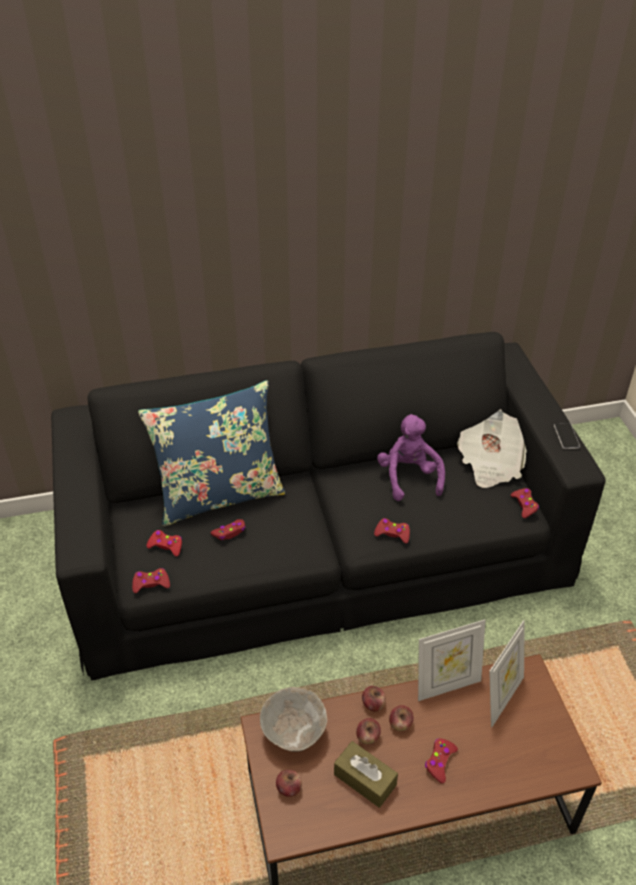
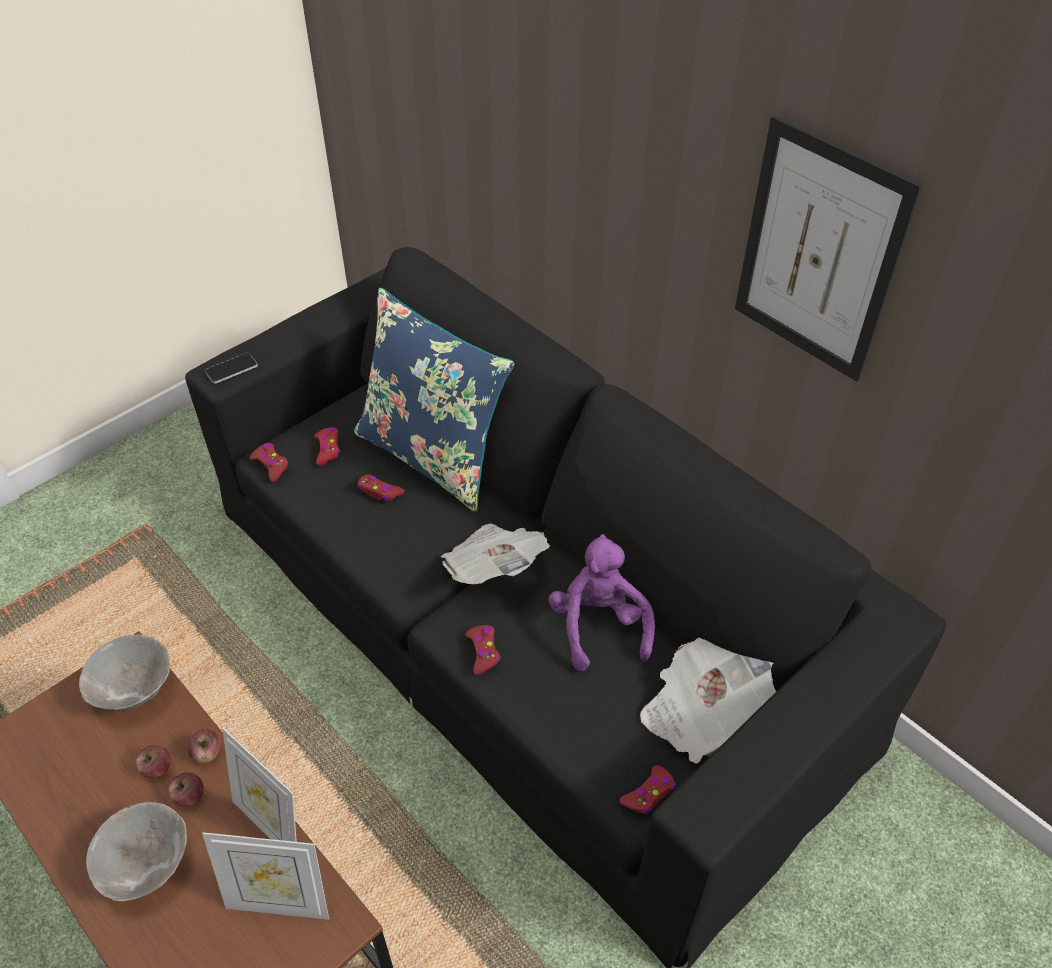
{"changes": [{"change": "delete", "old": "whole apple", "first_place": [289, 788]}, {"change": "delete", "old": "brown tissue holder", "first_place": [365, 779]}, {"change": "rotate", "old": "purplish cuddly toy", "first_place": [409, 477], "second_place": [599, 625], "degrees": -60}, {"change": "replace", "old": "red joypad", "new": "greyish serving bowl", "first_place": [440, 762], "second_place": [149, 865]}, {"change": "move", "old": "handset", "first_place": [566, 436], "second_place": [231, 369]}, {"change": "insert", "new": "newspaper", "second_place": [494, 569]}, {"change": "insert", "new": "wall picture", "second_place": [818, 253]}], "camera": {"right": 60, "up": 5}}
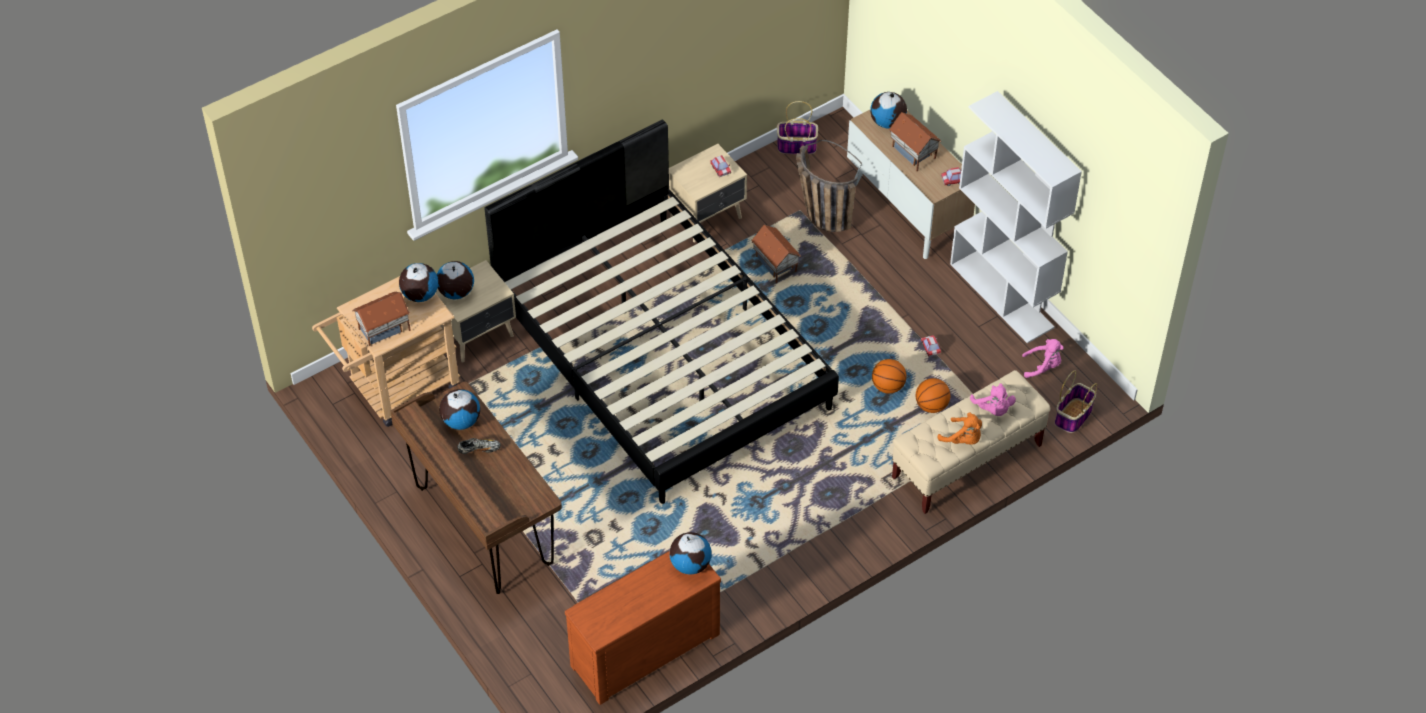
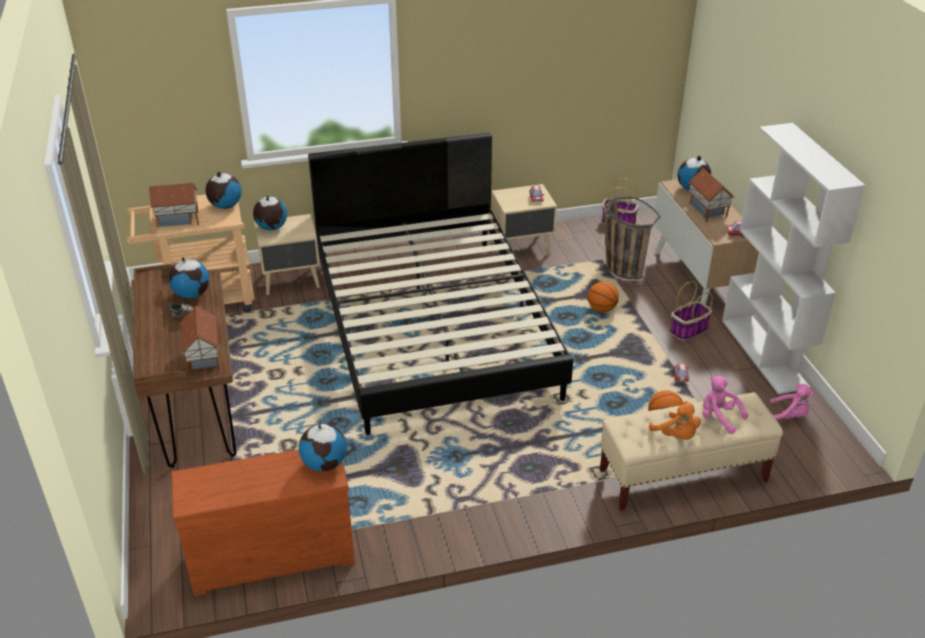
{"changes": [{"change": "move", "old": "toy house", "first_place": [774, 265], "second_place": [203, 358]}, {"change": "move", "old": "basketball", "first_place": [888, 386], "second_place": [601, 309]}, {"change": "rotate", "old": "pink-coloured cuddly toy", "first_place": [993, 409], "second_place": [719, 418], "degrees": 135}, {"change": "move", "old": "basket", "first_place": [1073, 416], "second_place": [688, 330]}], "camera": {"right": 20, "up": -15}}
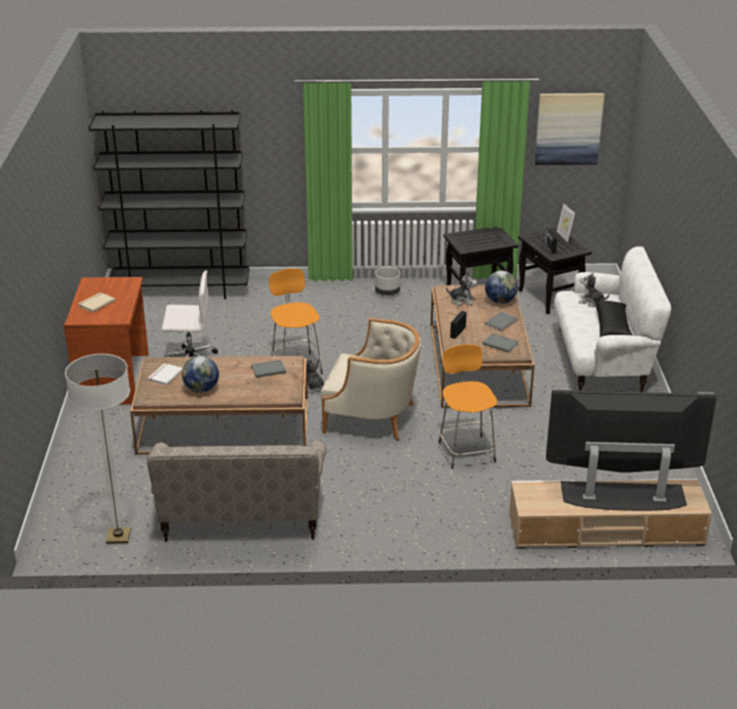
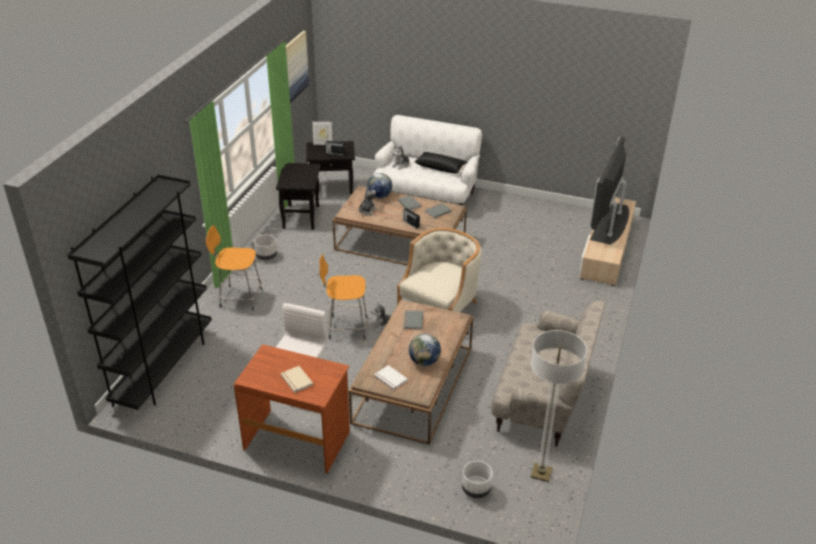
{"changes": [{"change": "move", "old": "orangey stool seat", "first_place": [466, 451], "second_place": [239, 298]}, {"change": "insert", "new": "white-coloured planter", "second_place": [476, 489]}], "camera": {"right": -70, "up": 5}}
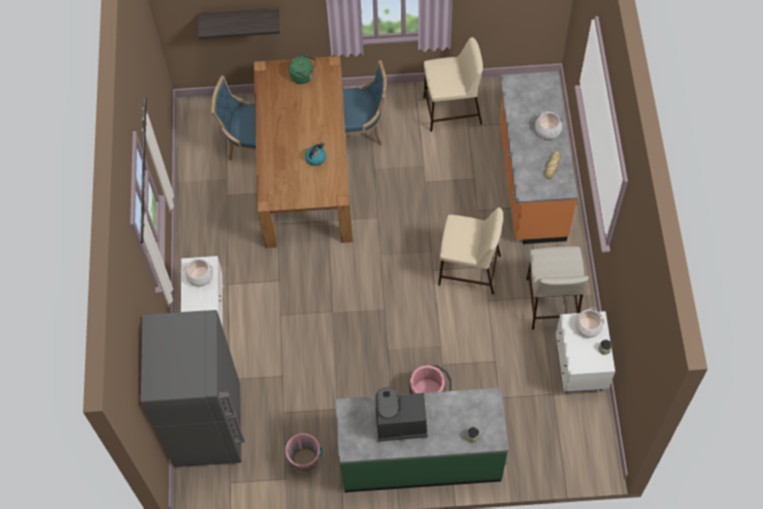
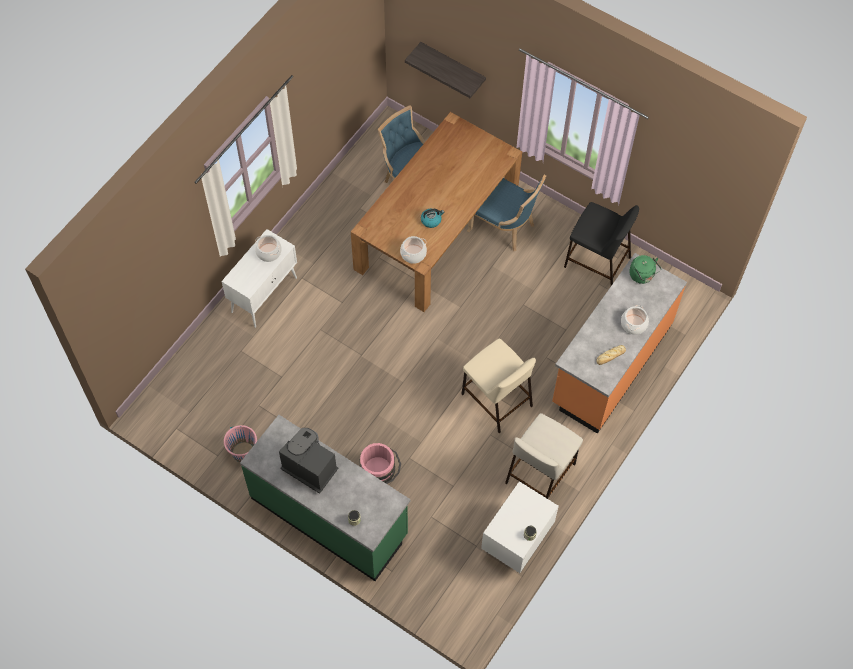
{"changes": [{"change": "delete", "old": "greyish fridge", "first_place": [209, 427]}, {"change": "move", "old": "green-coloured water kettle", "first_place": [303, 76], "second_place": [642, 276]}, {"change": "recolor", "old": "sand-coloured stool seat", "new": "blackish stool seat", "first_place": [451, 111], "second_place": [596, 262]}, {"change": "move", "old": "saucepot", "first_place": [588, 327], "second_place": [413, 254]}], "camera": {"right": 35, "up": 0}}
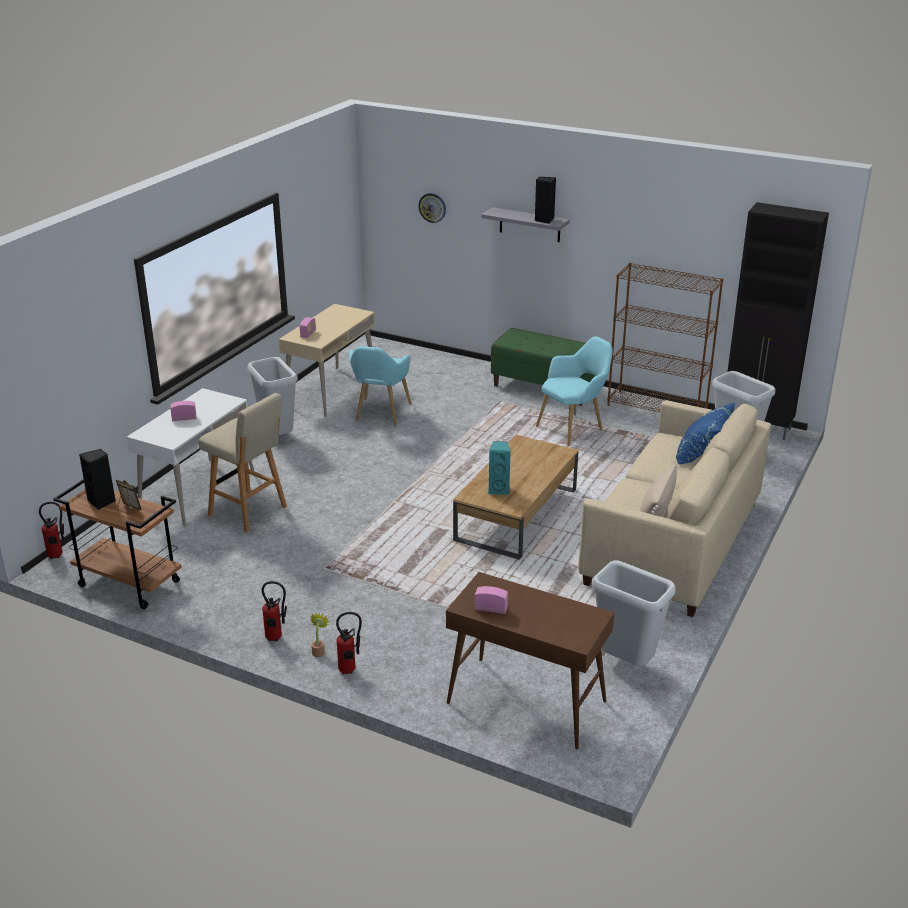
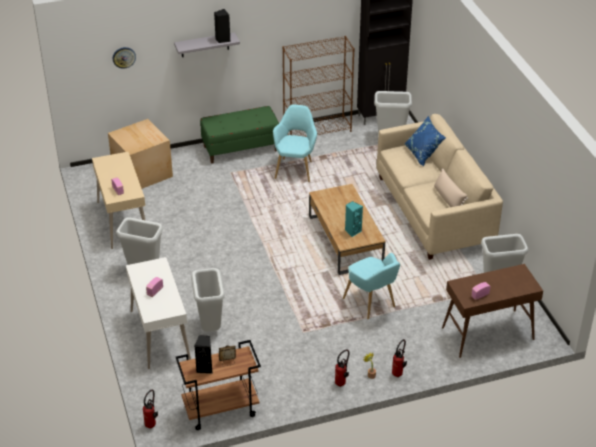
{"changes": [{"change": "replace", "old": "sand-coloured stool seat", "new": "greyish trash can", "first_place": [249, 512], "second_place": [211, 327]}, {"change": "move", "old": "turquoise-coloured easy chair", "first_place": [380, 414], "second_place": [372, 304]}, {"change": "insert", "new": "carton", "second_place": [142, 172]}], "camera": {"right": -45, "up": 10}}
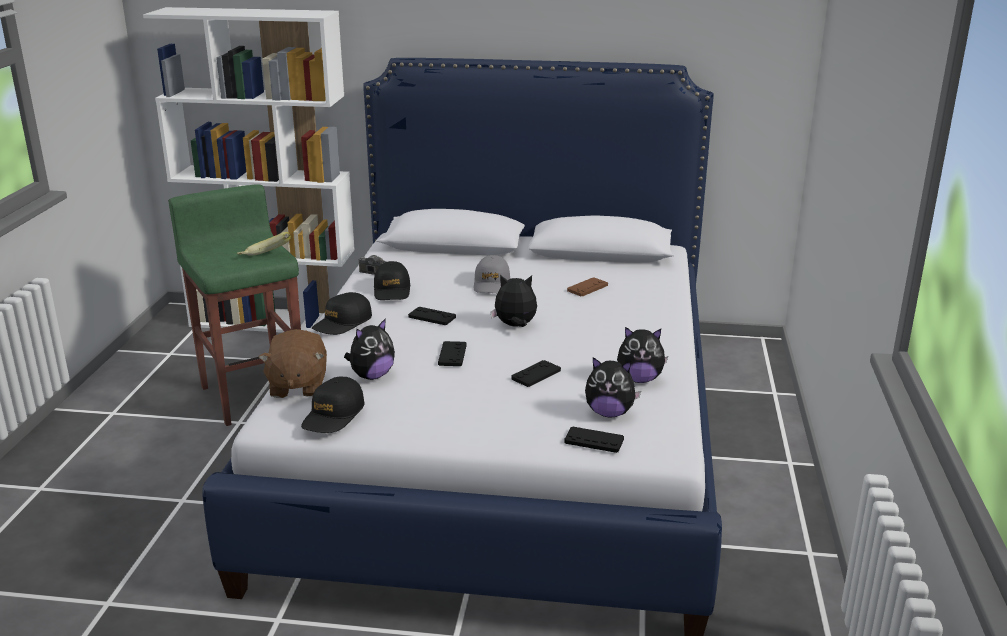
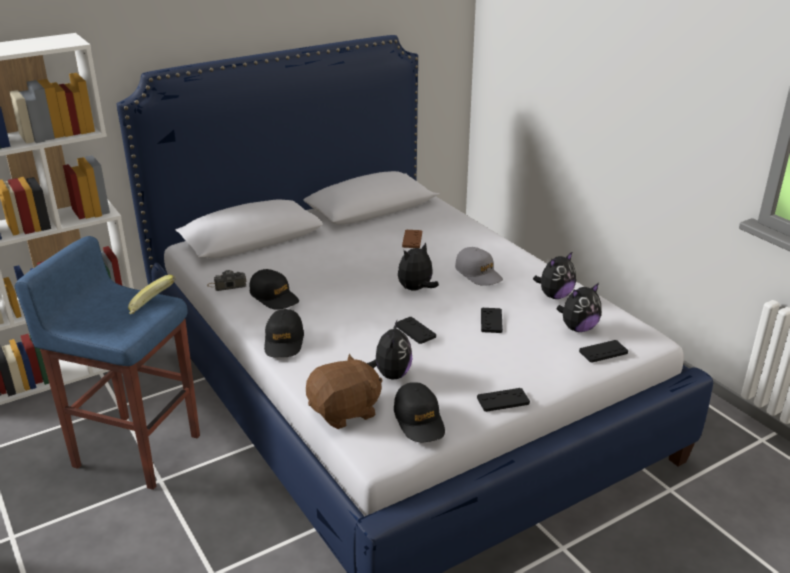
{"changes": [{"change": "recolor", "old": "green-coloured stool seat", "new": "blue stool seat", "first_place": [254, 394], "second_place": [136, 449]}, {"change": "rotate", "old": "brown cuddly toy", "first_place": [297, 386], "second_place": [345, 411], "degrees": -75}, {"change": "move", "old": "blackish joypad", "first_place": [432, 317], "second_place": [503, 401]}, {"change": "move", "old": "greyish peaked cap", "first_place": [492, 284], "second_place": [478, 274]}], "camera": {"right": -40, "up": 5}}
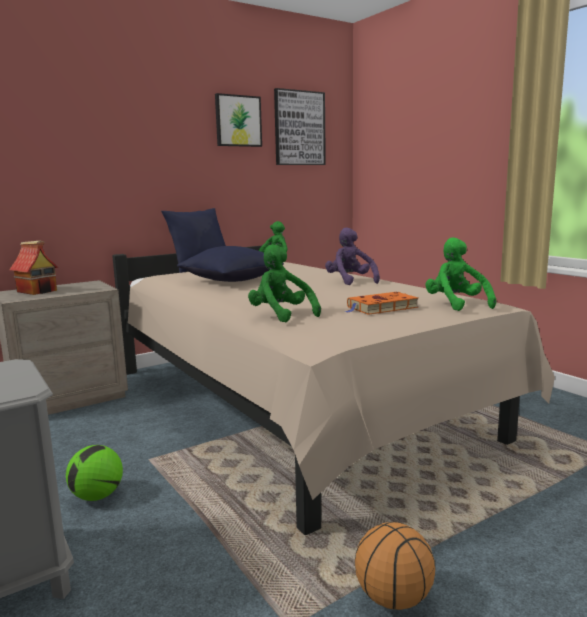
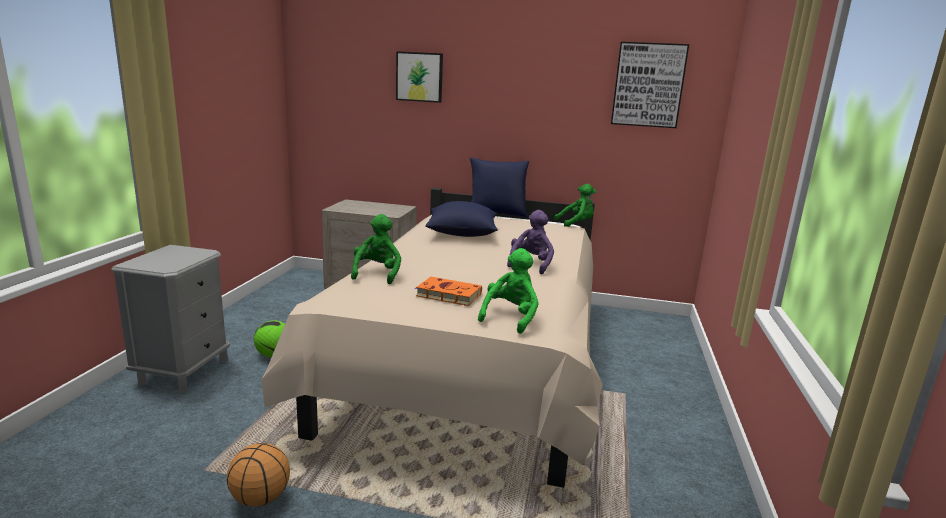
{"changes": [{"change": "delete", "old": "toy house", "first_place": [38, 291]}, {"change": "move", "old": "wall picture", "first_place": [238, 121], "second_place": [419, 77]}], "camera": {"right": 45, "up": 5}}
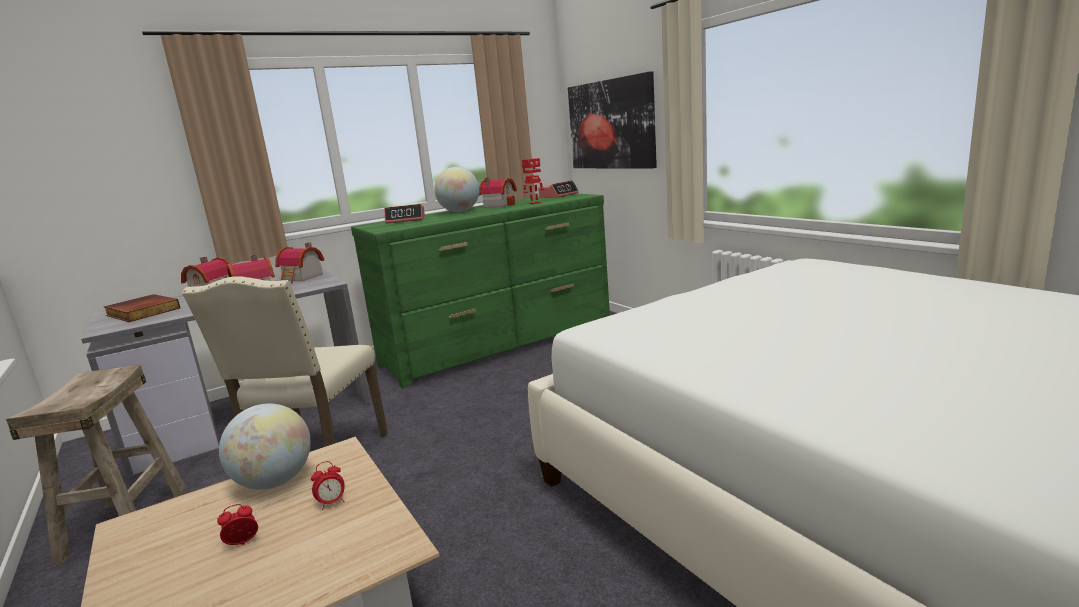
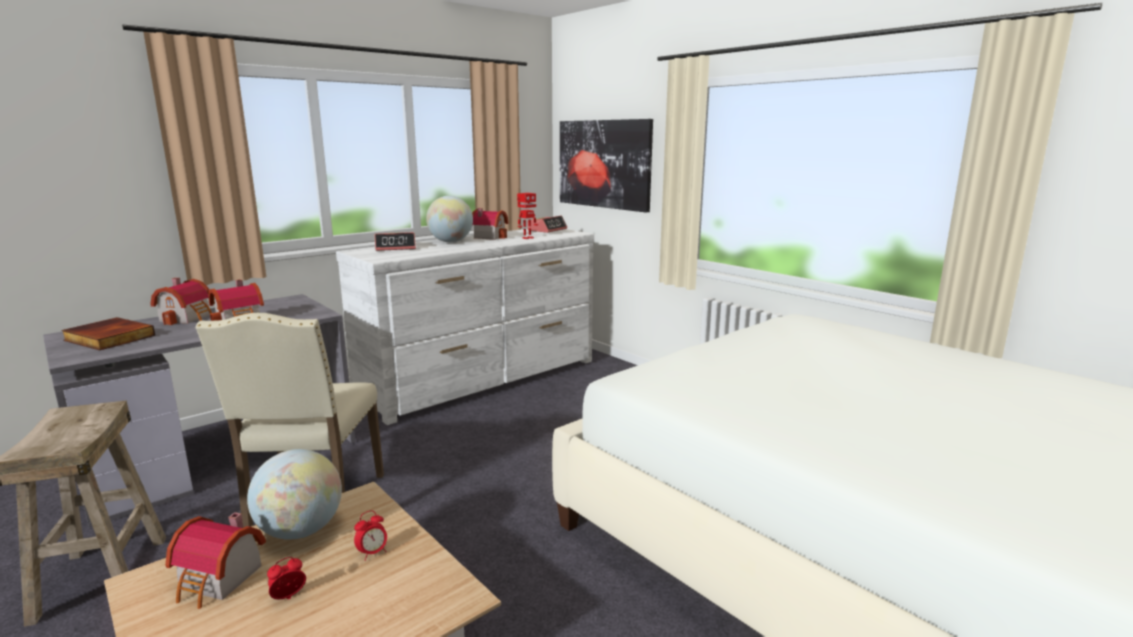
{"changes": [{"change": "move", "old": "toy house", "first_place": [302, 278], "second_place": [219, 580]}, {"change": "recolor", "old": "green-coloured chest of drawers", "new": "white-coloured chest of drawers", "first_place": [500, 343], "second_place": [483, 379]}], "camera": {"right": -10, "up": 0}}
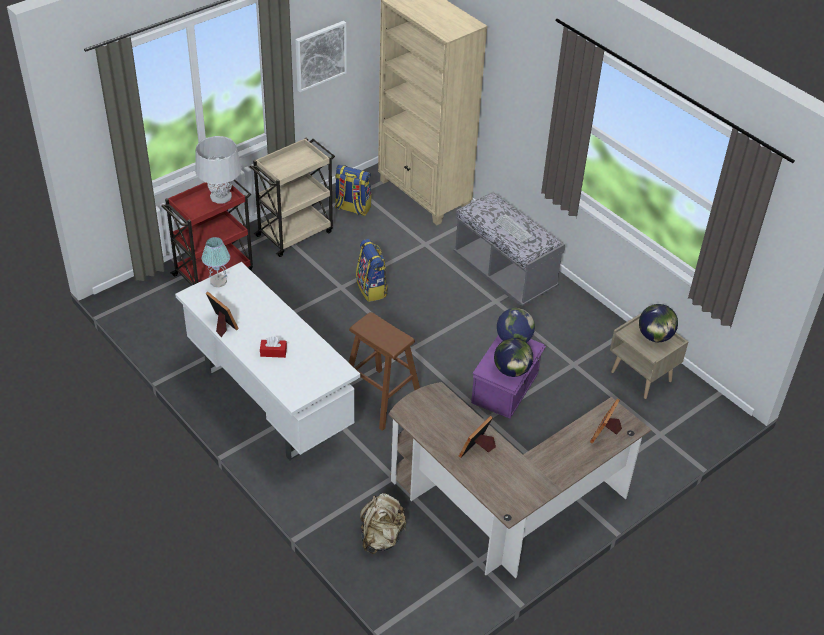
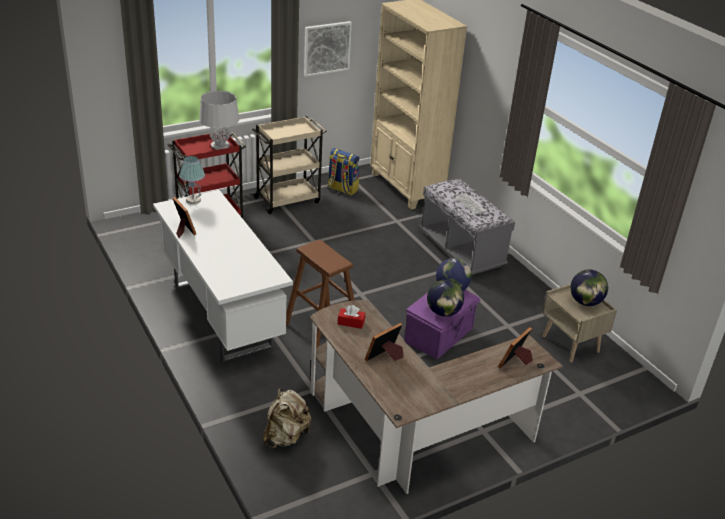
{"changes": [{"change": "move", "old": "red tissue holder", "first_place": [273, 352], "second_place": [351, 322]}, {"change": "delete", "old": "rucksack", "first_place": [372, 289]}], "camera": {"right": 10, "up": -10}}
